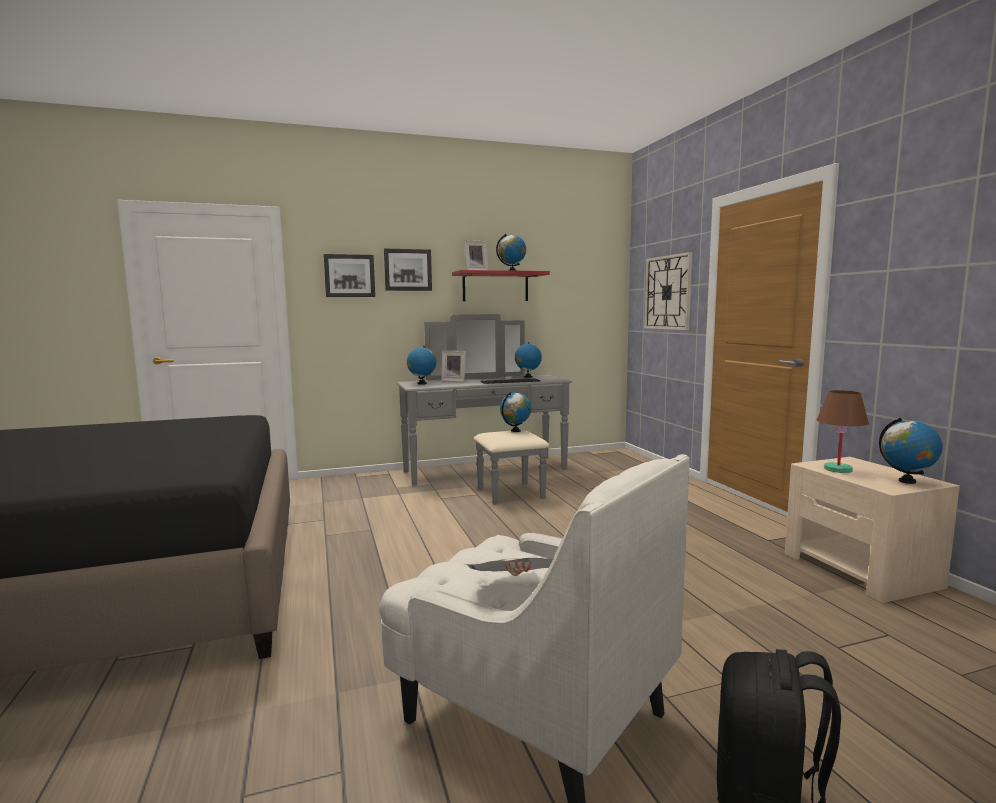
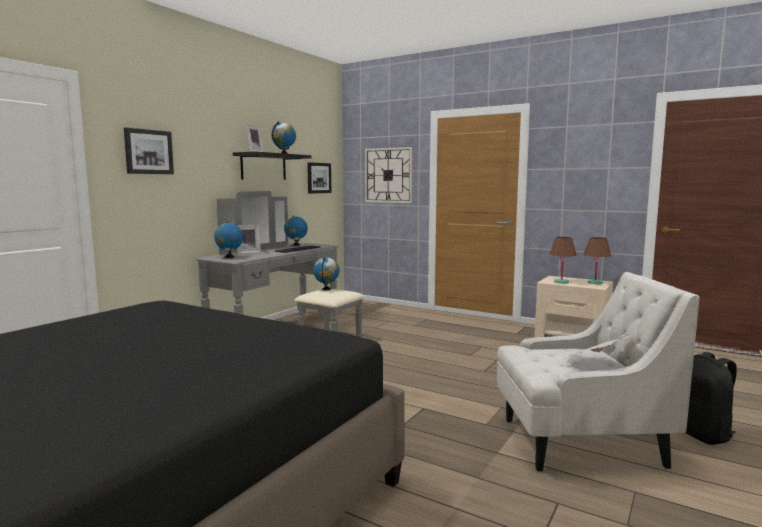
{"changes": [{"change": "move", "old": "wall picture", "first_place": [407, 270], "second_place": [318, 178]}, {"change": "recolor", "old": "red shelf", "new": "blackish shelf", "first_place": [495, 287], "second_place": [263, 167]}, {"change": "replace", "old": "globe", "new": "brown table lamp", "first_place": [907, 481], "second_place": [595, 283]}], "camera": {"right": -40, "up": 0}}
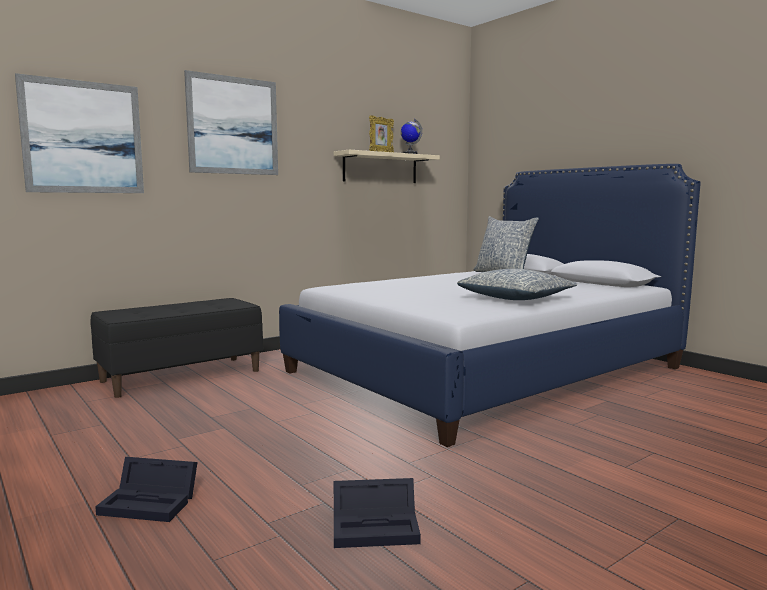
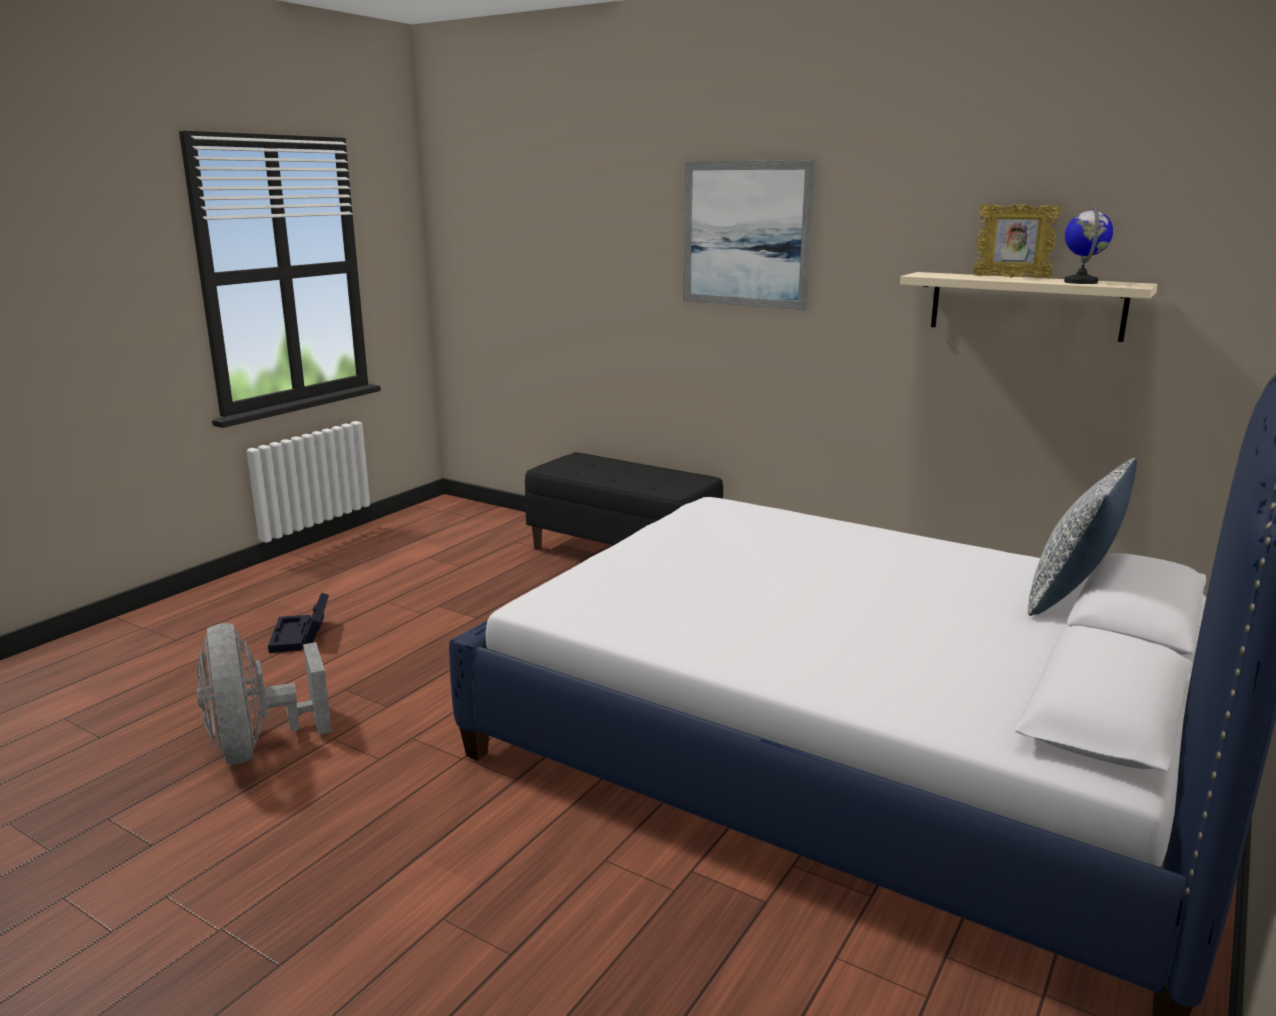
{"changes": [{"change": "delete", "old": "wall picture", "first_place": [83, 137]}, {"change": "replace", "old": "blackish storage bin", "new": "greyish electric fan", "first_place": [377, 527], "second_place": [258, 746]}, {"change": "delete", "old": "throw pillow", "first_place": [516, 298]}], "camera": {"right": 70, "up": 10}}
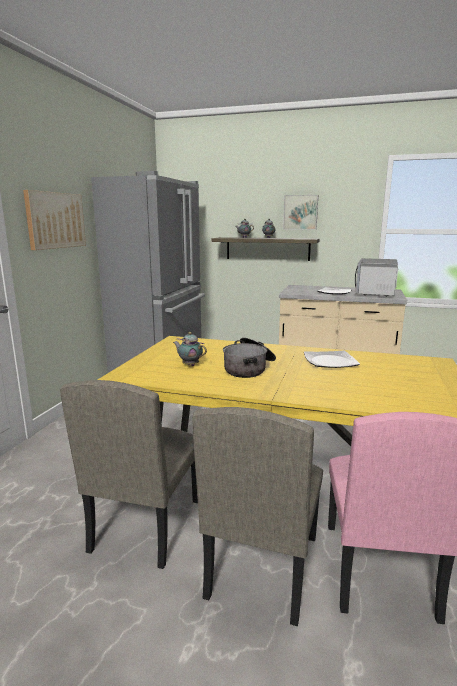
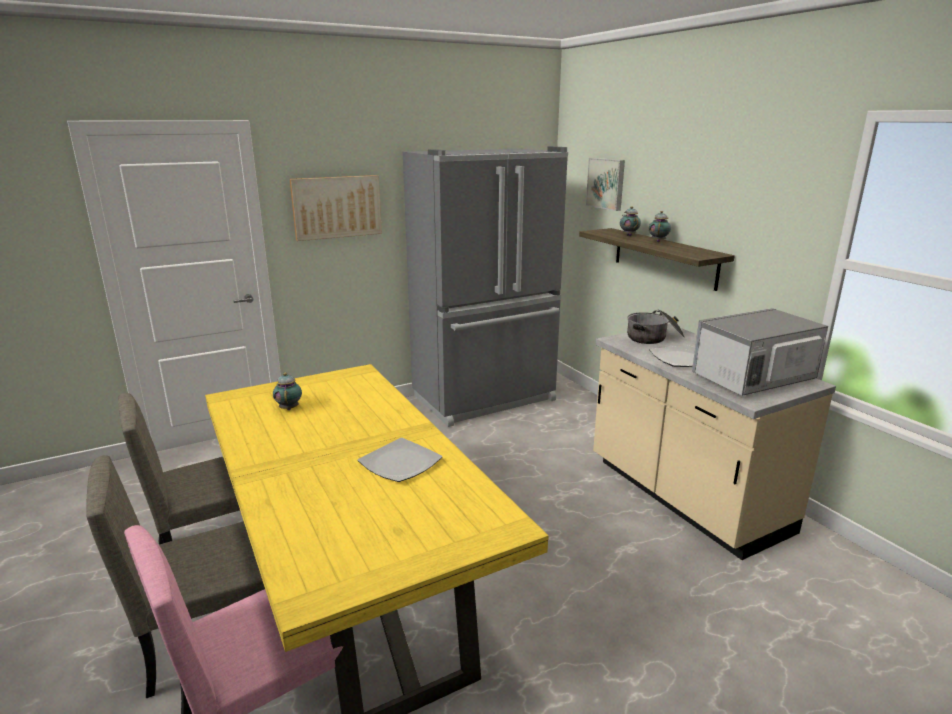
{"changes": [{"change": "move", "old": "saucepot", "first_place": [249, 368], "second_place": [654, 338]}, {"change": "move", "old": "wall picture", "first_place": [300, 212], "second_place": [606, 183]}], "camera": {"right": 45, "up": 5}}
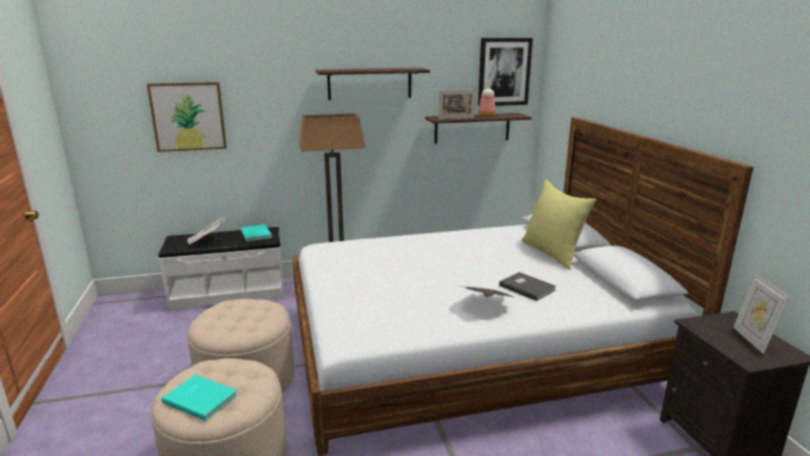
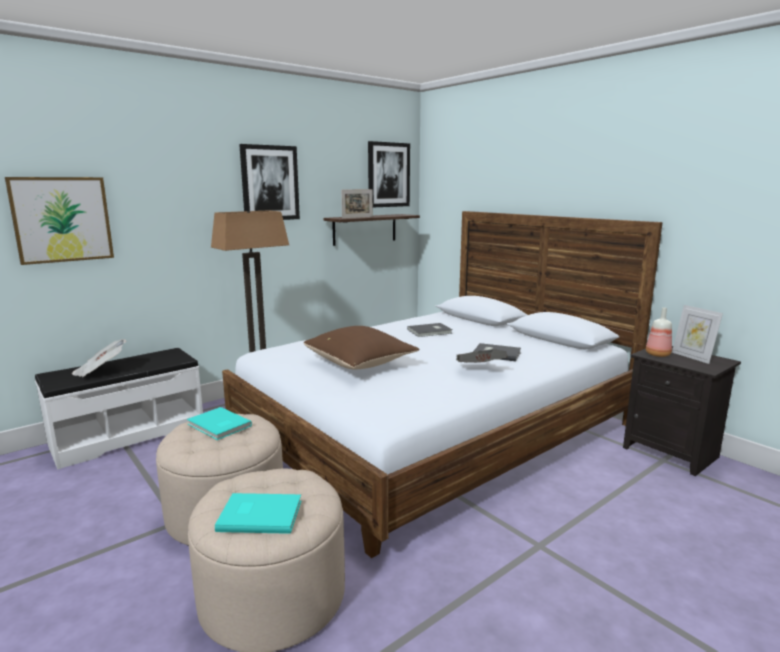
{"changes": [{"change": "move", "old": "turquoise-coloured bound book", "first_place": [255, 234], "second_place": [218, 426]}, {"change": "replace", "old": "shelf", "new": "wall picture", "first_place": [370, 83], "second_place": [270, 183]}, {"change": "move", "old": "bottle", "first_place": [486, 116], "second_place": [657, 355]}, {"change": "delete", "old": "yellow throw pillow", "first_place": [553, 253]}, {"change": "insert", "new": "brown throw pillow", "second_place": [361, 364]}, {"change": "insert", "new": "greyish bound book", "second_place": [430, 331]}], "camera": {"right": -25, "up": -5}}
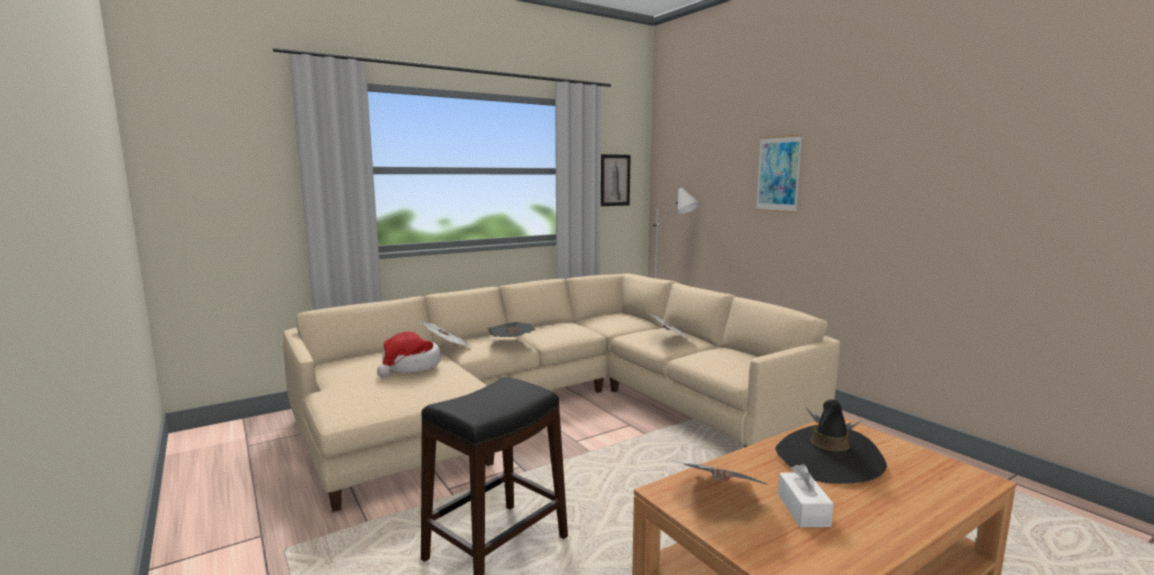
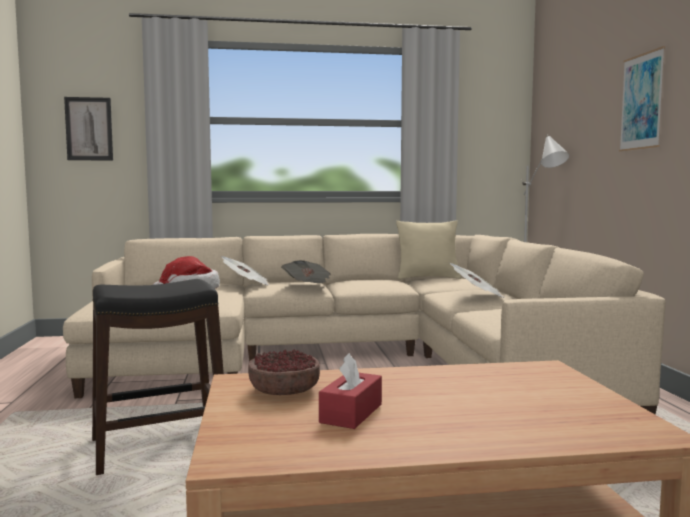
{"changes": [{"change": "move", "old": "wall picture", "first_place": [615, 180], "second_place": [89, 129]}, {"change": "replace", "old": "newspaper", "new": "serving bowl", "first_place": [719, 495], "second_place": [284, 390]}, {"change": "delete", "old": "blackish wearable hat", "first_place": [828, 459]}, {"change": "recolor", "old": "white-coloured tissue holder", "new": "red tissue holder", "first_place": [803, 510], "second_place": [351, 413]}, {"change": "insert", "new": "sand-coloured throw pillow", "second_place": [427, 277]}], "camera": {"right": 25, "up": -5}}
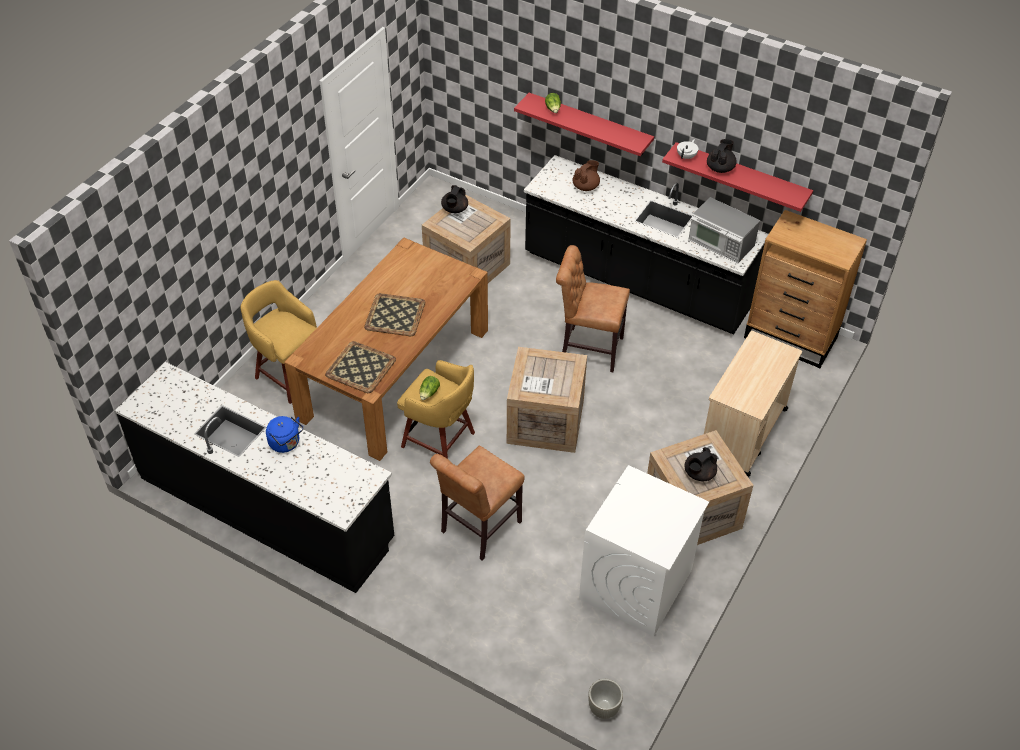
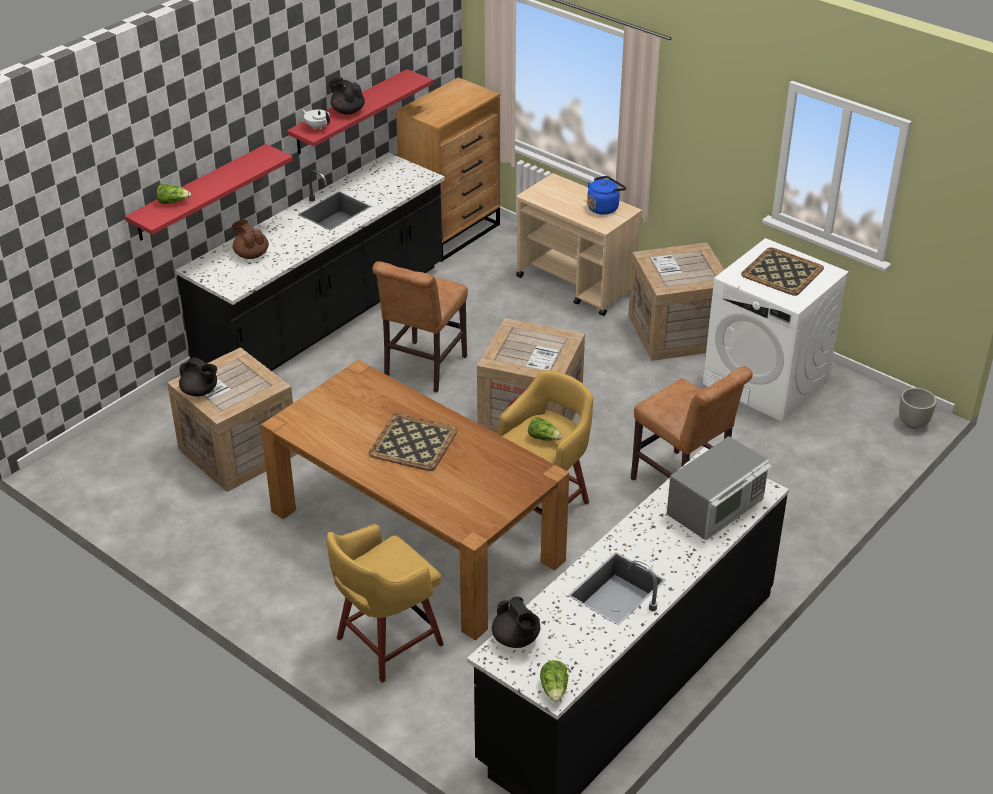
{"changes": [{"change": "move", "old": "blue water kettle", "first_place": [286, 443], "second_place": [604, 207]}, {"change": "move", "old": "serving tray", "first_place": [360, 367], "second_place": [781, 272]}, {"change": "move", "old": "blackish teapot", "first_place": [699, 474], "second_place": [516, 639]}, {"change": "move", "old": "microwave oven", "first_place": [721, 243], "second_place": [717, 507]}, {"change": "insert", "new": "head of lettuce", "second_place": [554, 689]}], "camera": {"right": -80, "up": -10}}
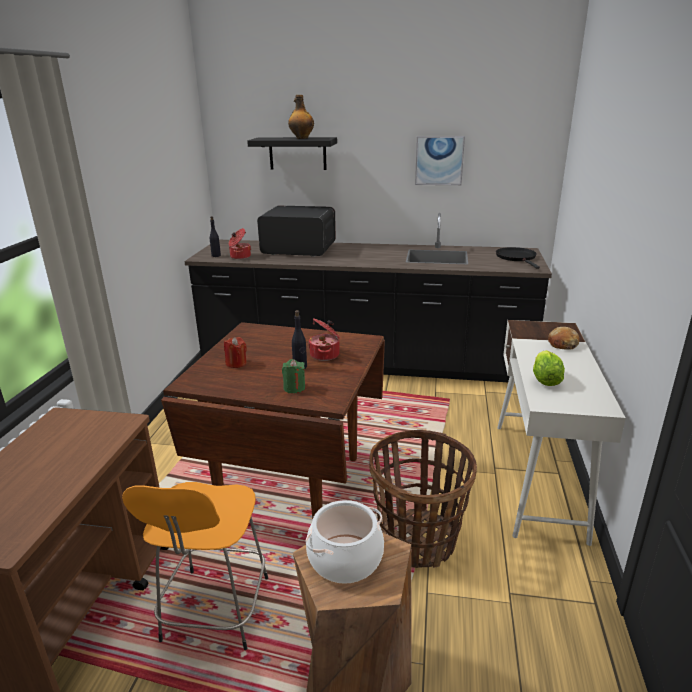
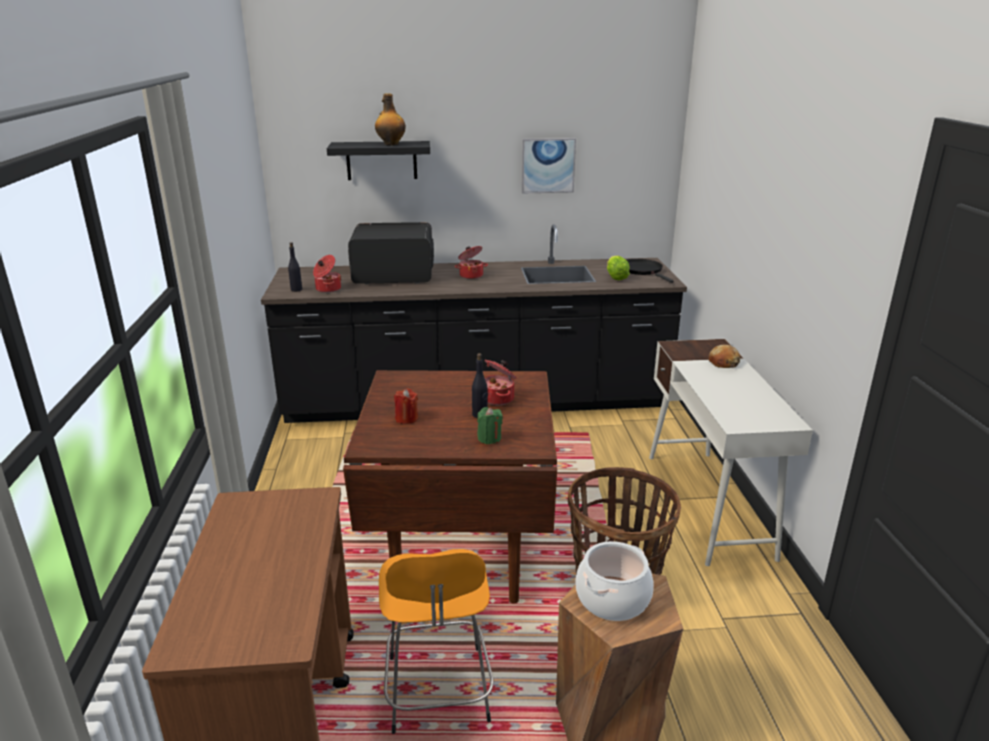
{"changes": [{"change": "move", "old": "head of lettuce", "first_place": [545, 380], "second_place": [616, 278]}, {"change": "insert", "new": "saucepot", "second_place": [471, 275]}], "camera": {"right": -15, "up": 0}}
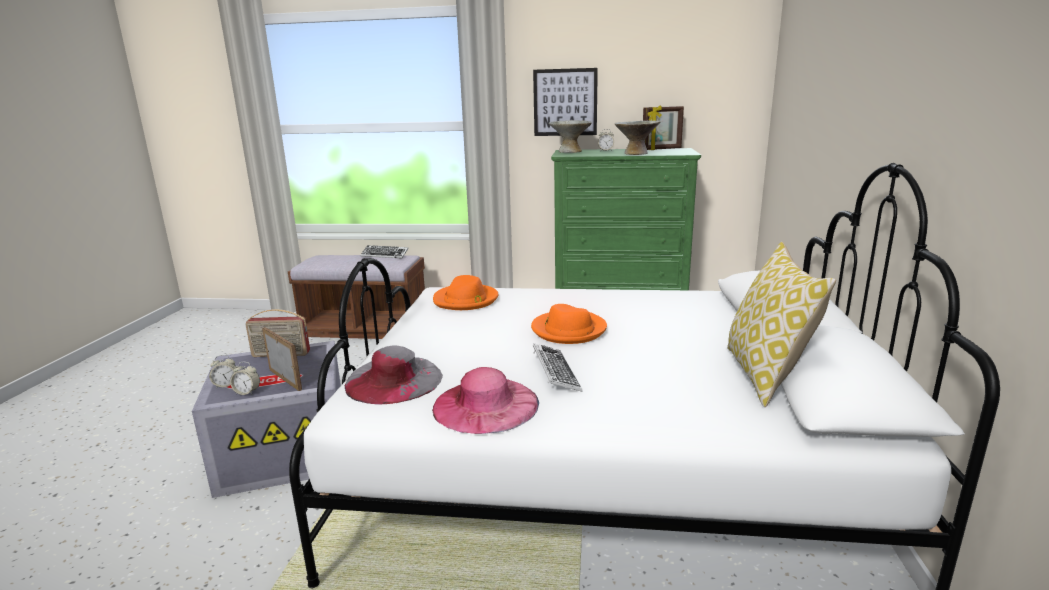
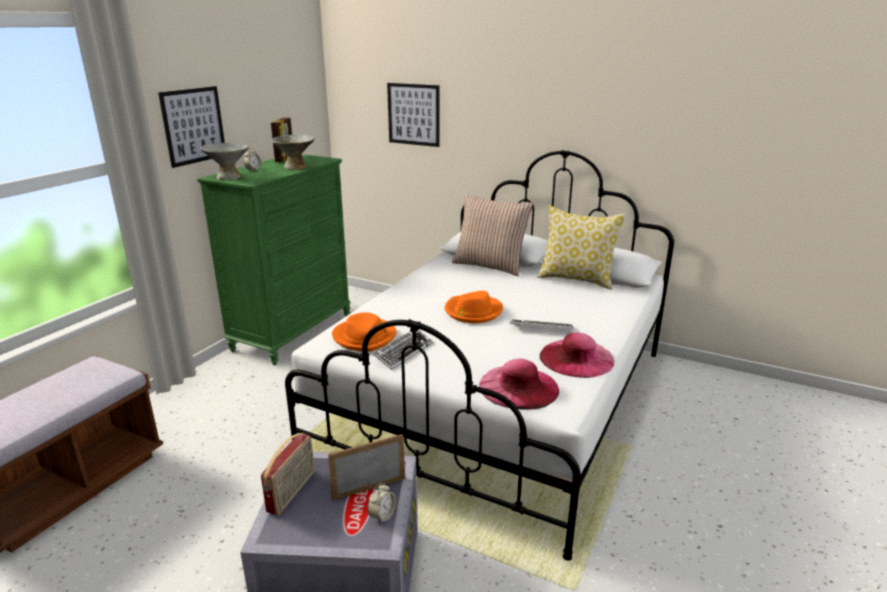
{"changes": [{"change": "delete", "old": "alarm clock", "first_place": [226, 385]}, {"change": "recolor", "old": "greyish wearable hat", "new": "pink-coloured wearable hat", "first_place": [394, 380], "second_place": [518, 387]}, {"change": "move", "old": "keyboard", "first_place": [385, 255], "second_place": [403, 352]}, {"change": "insert", "new": "wall picture", "second_place": [413, 114]}, {"change": "insert", "new": "throw pillow", "second_place": [490, 265]}], "camera": {"right": -70, "up": 5}}
